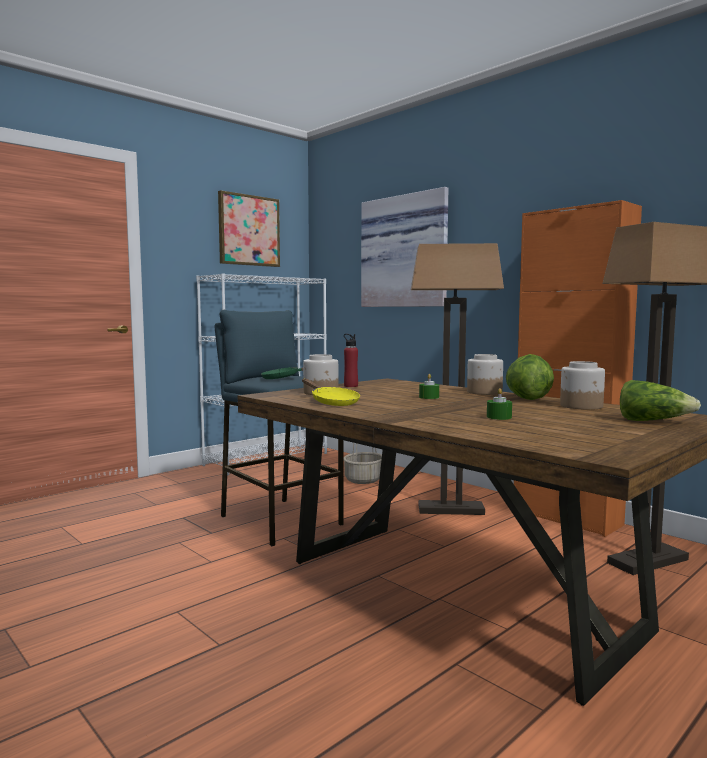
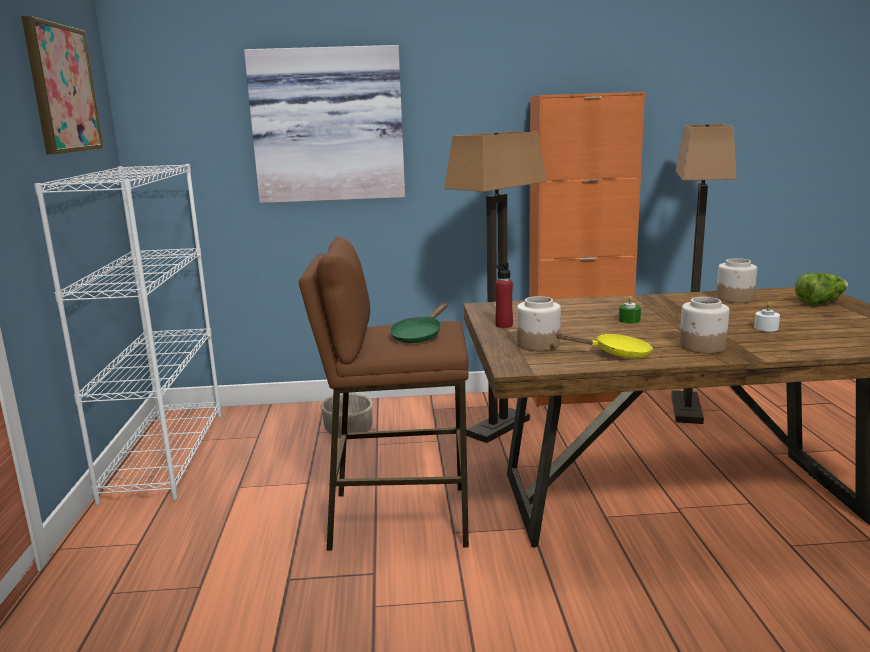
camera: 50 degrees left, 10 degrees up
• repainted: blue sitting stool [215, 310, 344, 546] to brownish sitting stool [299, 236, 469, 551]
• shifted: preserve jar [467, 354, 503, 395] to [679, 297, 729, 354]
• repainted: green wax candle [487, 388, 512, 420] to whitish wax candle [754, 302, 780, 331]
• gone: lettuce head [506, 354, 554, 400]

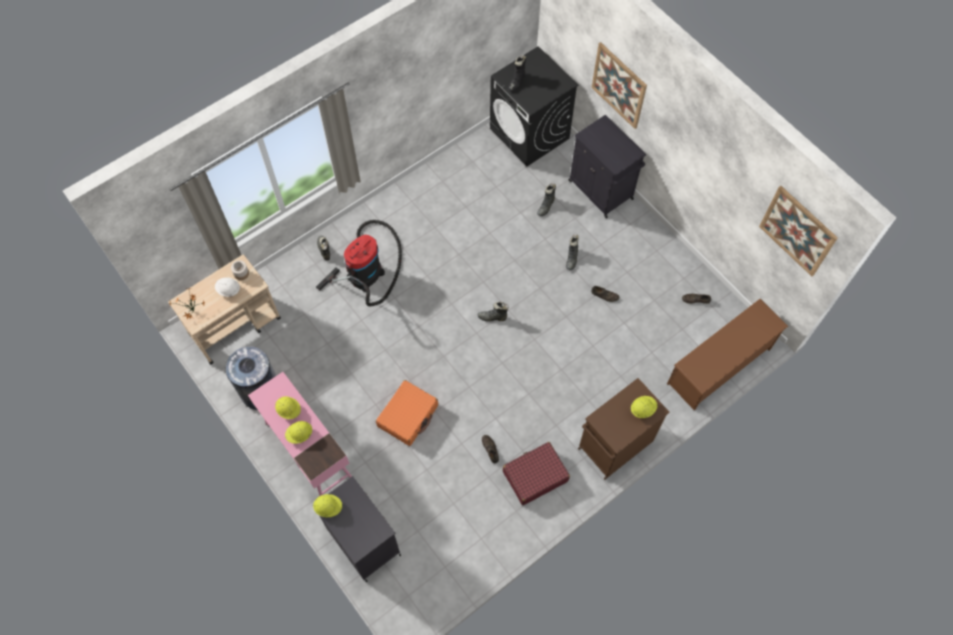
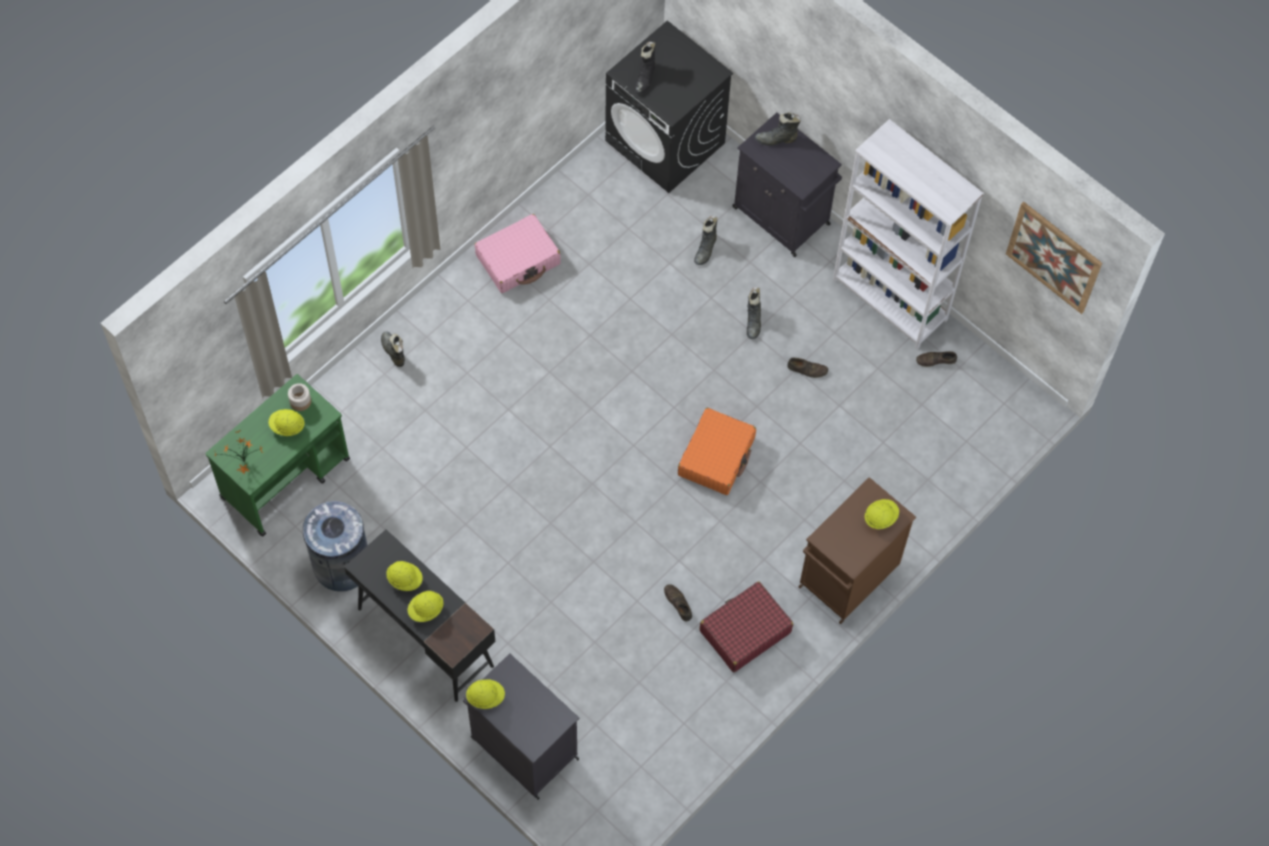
camera: 10 degrees left, 0 degrees up
• repainted: sand-coloured wheeled cart [168, 254, 281, 364] to green wheeled cart [206, 374, 350, 536]
• repainted: whitish work helmet [215, 277, 240, 297] to yellow-coloured work helmet [268, 409, 305, 436]
• repainted: pink desk unit [248, 372, 352, 496] to black-coloured desk unit [344, 529, 495, 702]
• new: pink piece of luggage [474, 214, 561, 293]
• shifted: orangey piece of luggage [376, 380, 438, 446] to [678, 408, 756, 495]
• shifted: black-coloured high-top boot [478, 302, 509, 322] to [755, 112, 801, 146]
• new: whitish shelving unit [833, 119, 984, 349]
• gone: hoover [316, 220, 402, 307]
• gone: picture [592, 42, 647, 129]
• gone: brownish shoe rack [667, 299, 788, 410]

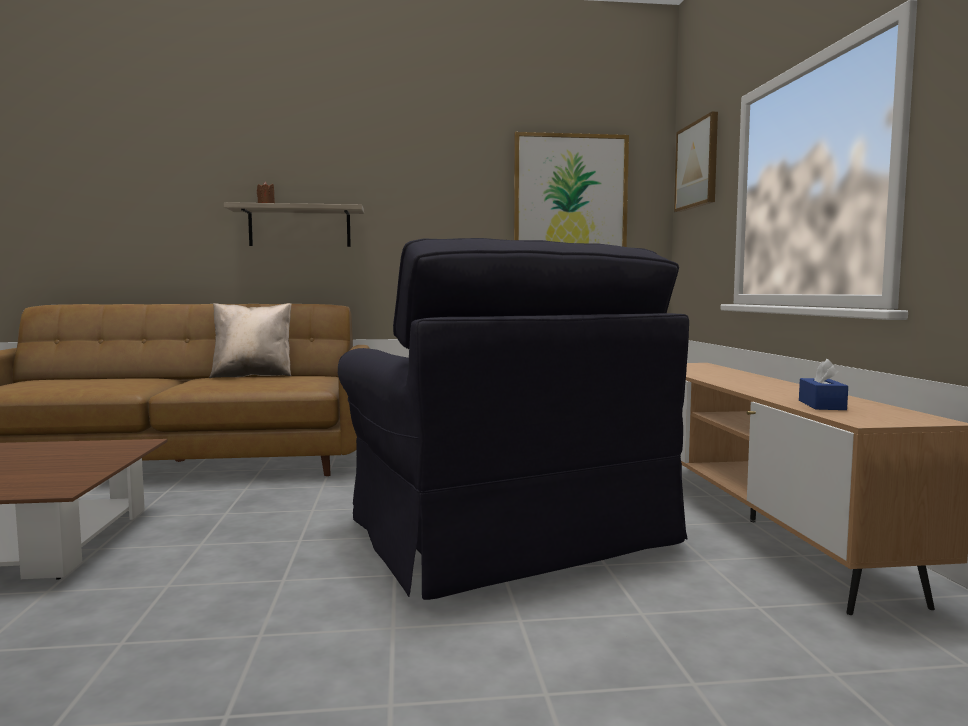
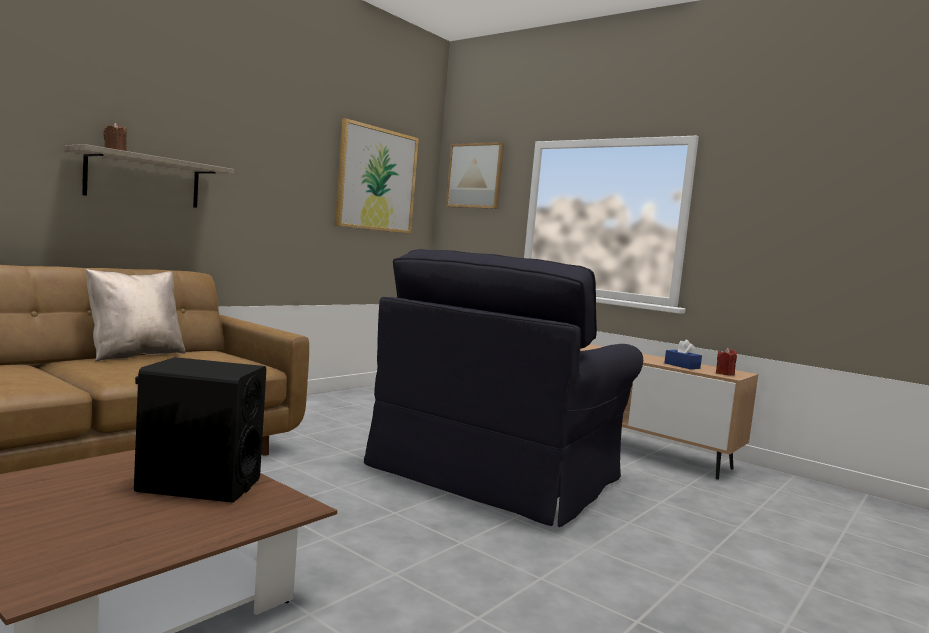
camera: 45 degrees left, 0 degrees up
• new: black-coloured audio speaker [134, 357, 266, 503]
• rotated: black-coloured easy chair [338, 238, 689, 600] = [364, 249, 643, 527] 105 degrees clockwise
• new: red-coloured wax candle [716, 348, 737, 375]

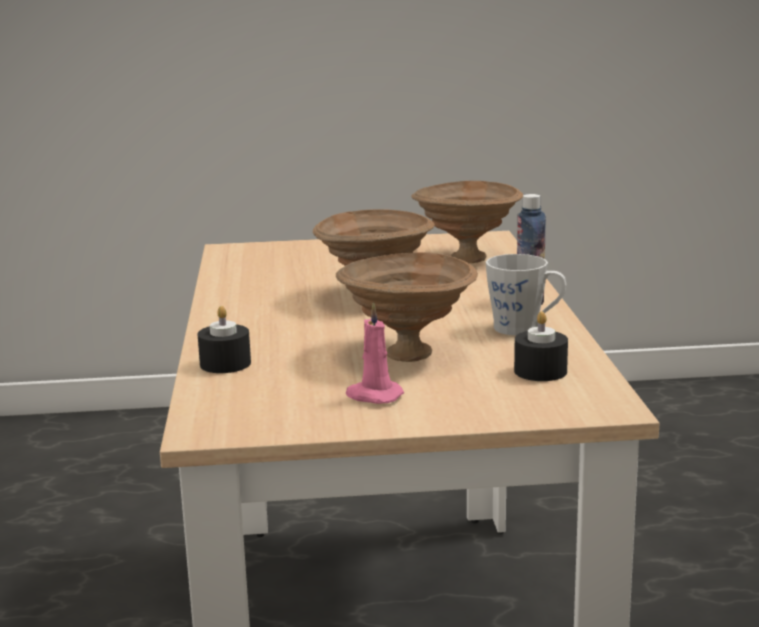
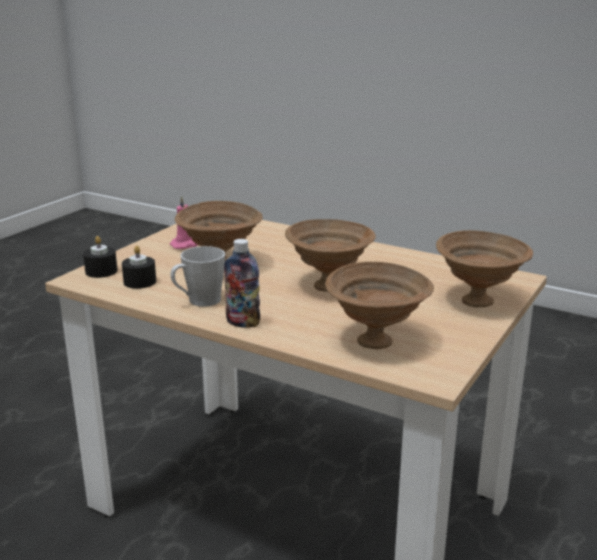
camera: 125 degrees right, 5 degrees up
• shifted: black-coloured wax candle [197, 306, 251, 373] to [83, 236, 117, 278]
• new: brownish bowl [436, 230, 533, 307]

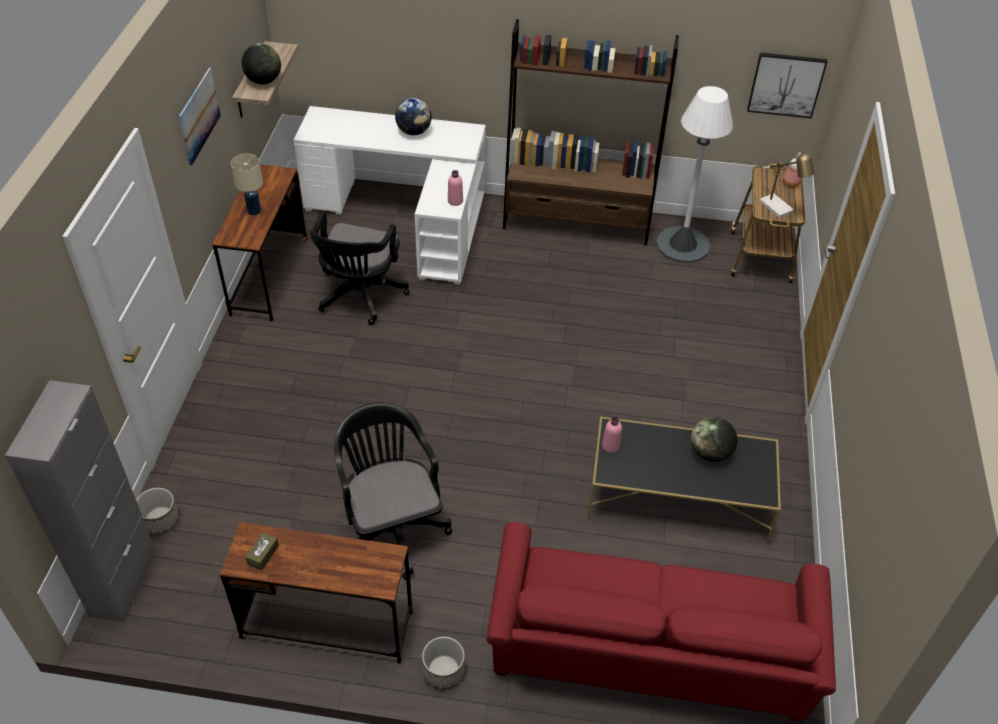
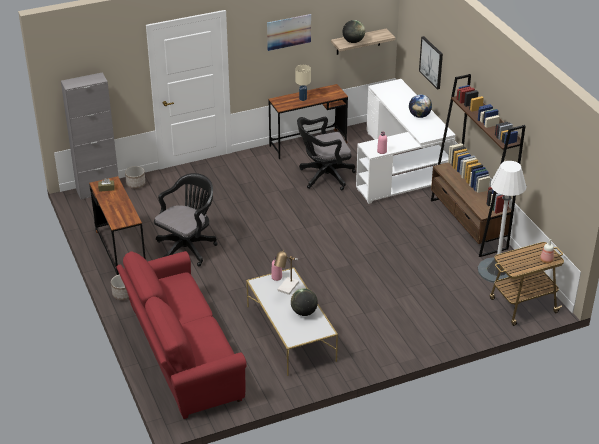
camera: 60 degrees right, 10 degrees down
• repainted: black-coloured coffee table [588, 417, 781, 544] to whitish coffee table [246, 267, 338, 376]
• shifted: lamp for a table [759, 151, 815, 218] to [274, 249, 299, 295]
• shifted: picture [747, 53, 828, 118] to [419, 36, 443, 89]

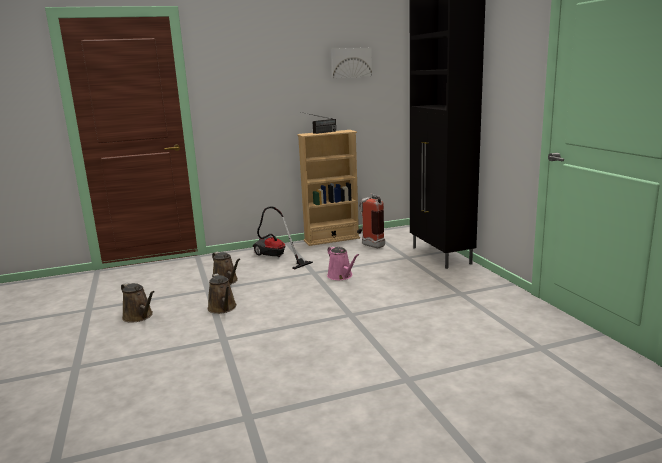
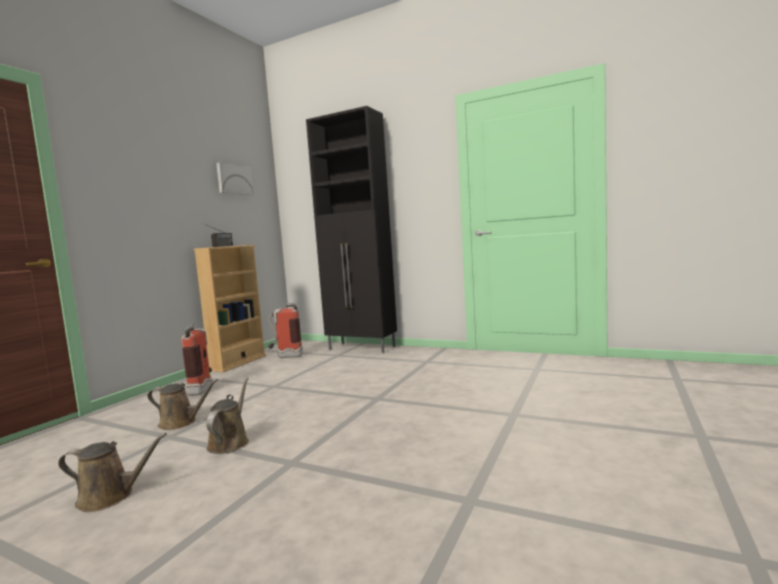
camera: 45 degrees left, 10 degrees down
• swapped: hoover [253, 206, 313, 269] to fire-fighting cylinder [181, 323, 212, 396]
• rotated: brownish watering can [208, 273, 237, 314] = [206, 378, 249, 454] 105 degrees counterclockwise
• gone: pink watering can [327, 246, 359, 280]

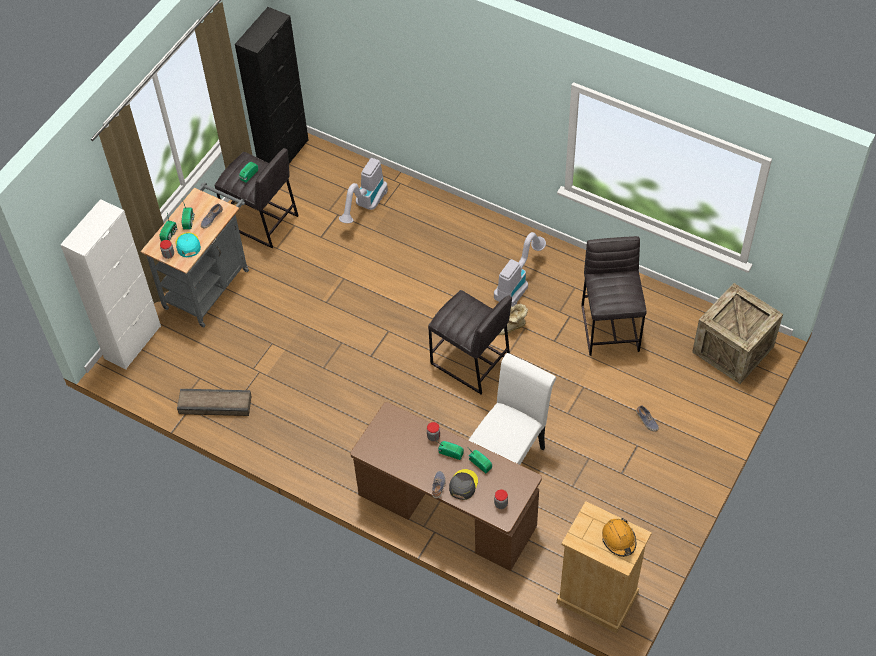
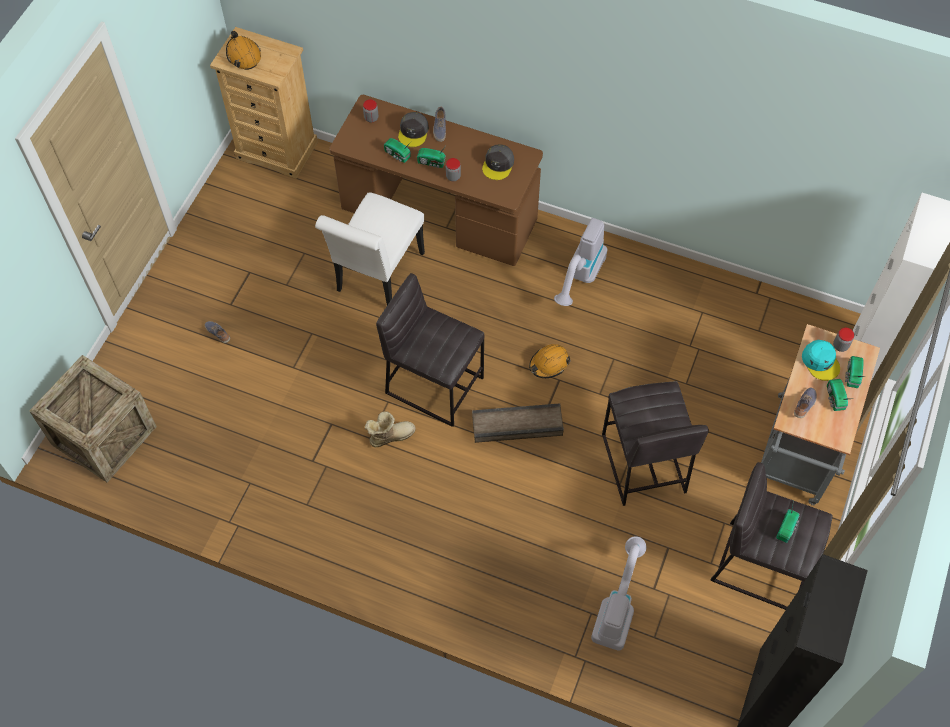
camera: 170 degrees right, 5 degrees up
• shifted: shipping crate [177, 389, 252, 416] to [472, 403, 564, 443]
• new: gray cap [482, 144, 514, 180]
• new: orangey work helmet [529, 344, 570, 378]
• shifted: hoover [494, 232, 546, 307] to [554, 218, 607, 306]
• shifted: gray sitting stool [581, 236, 647, 356] to [602, 381, 709, 506]

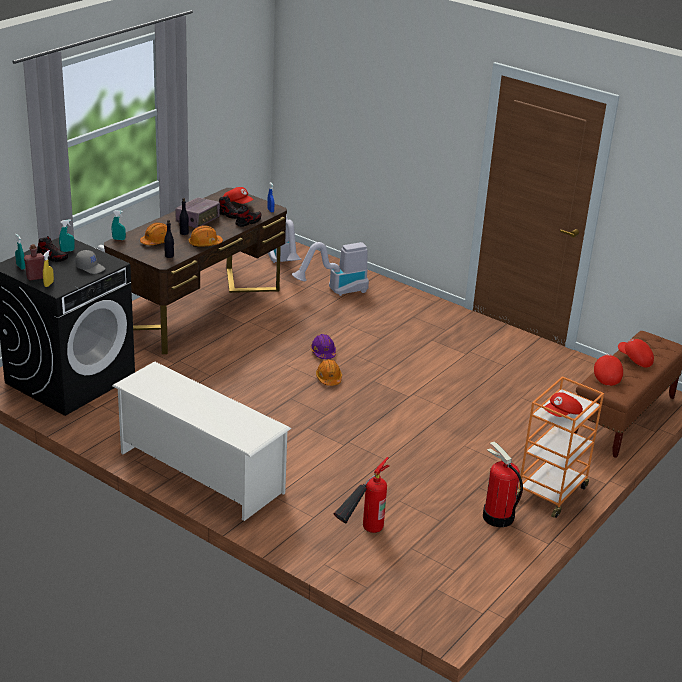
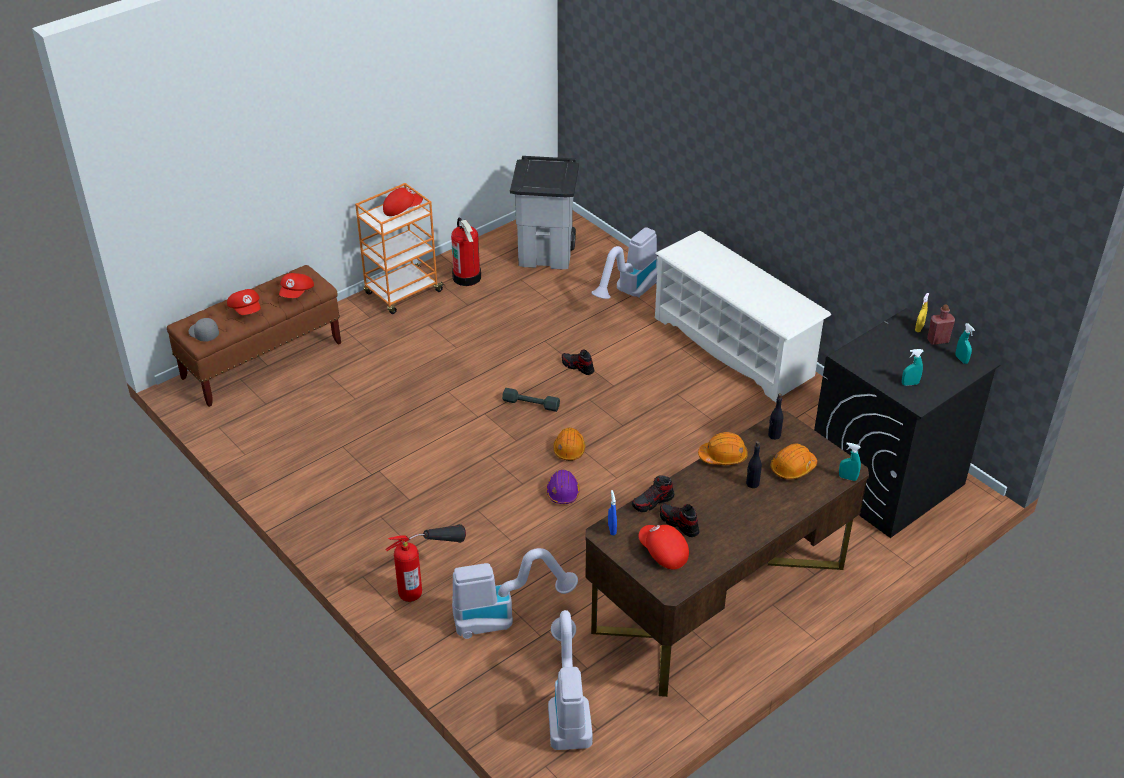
camera: 165 degrees left, 10 degrees up
• shifted: gray cap [75, 250, 105, 274] to [189, 318, 219, 342]
• shifted: fire-fighting cylinder [333, 457, 390, 533] to [385, 524, 466, 602]
• new: gray hand weight [502, 388, 560, 412]
• new: gray trash can [510, 156, 579, 269]
• shifted: shoe [37, 236, 68, 262] to [562, 350, 594, 375]
• new: hoover [591, 227, 658, 299]
• gone: radio [176, 197, 220, 228]

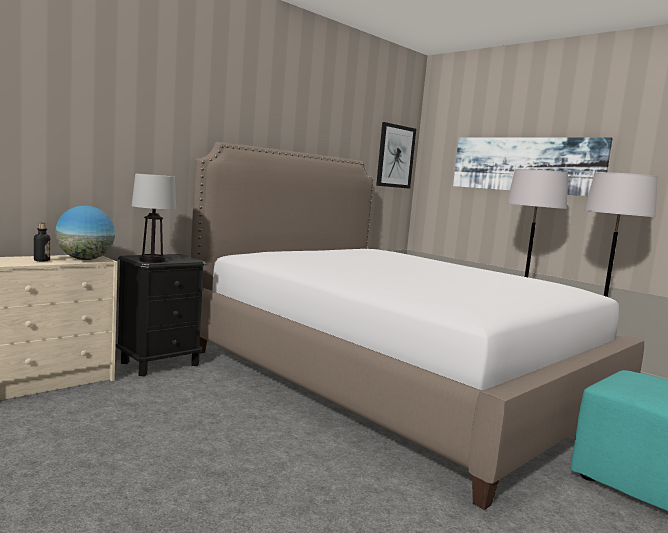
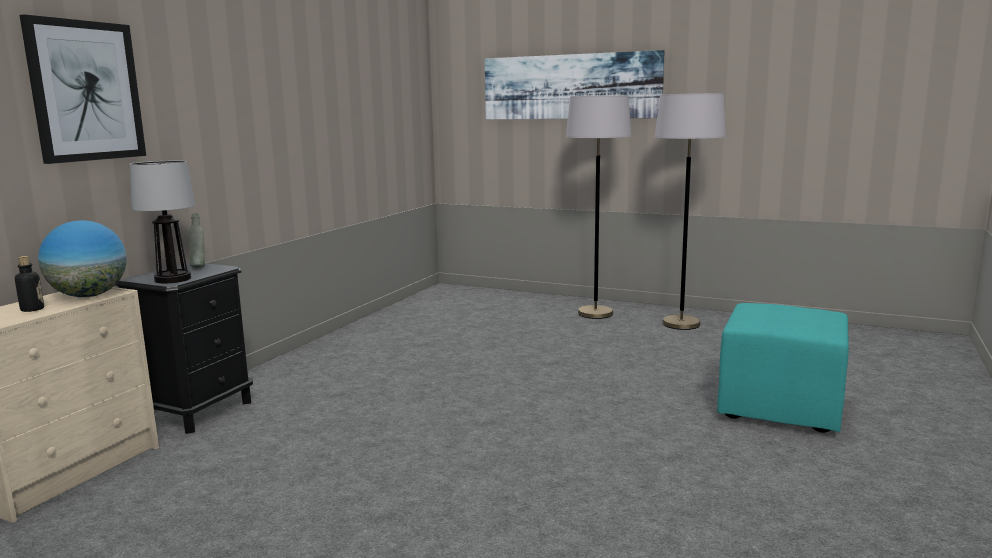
camera: 20 degrees left, 5 degrees up
• shifted: picture [376, 122, 416, 189] to [20, 14, 146, 164]
• new: gray bottle [188, 213, 205, 268]
• gone: bed [191, 142, 644, 510]

